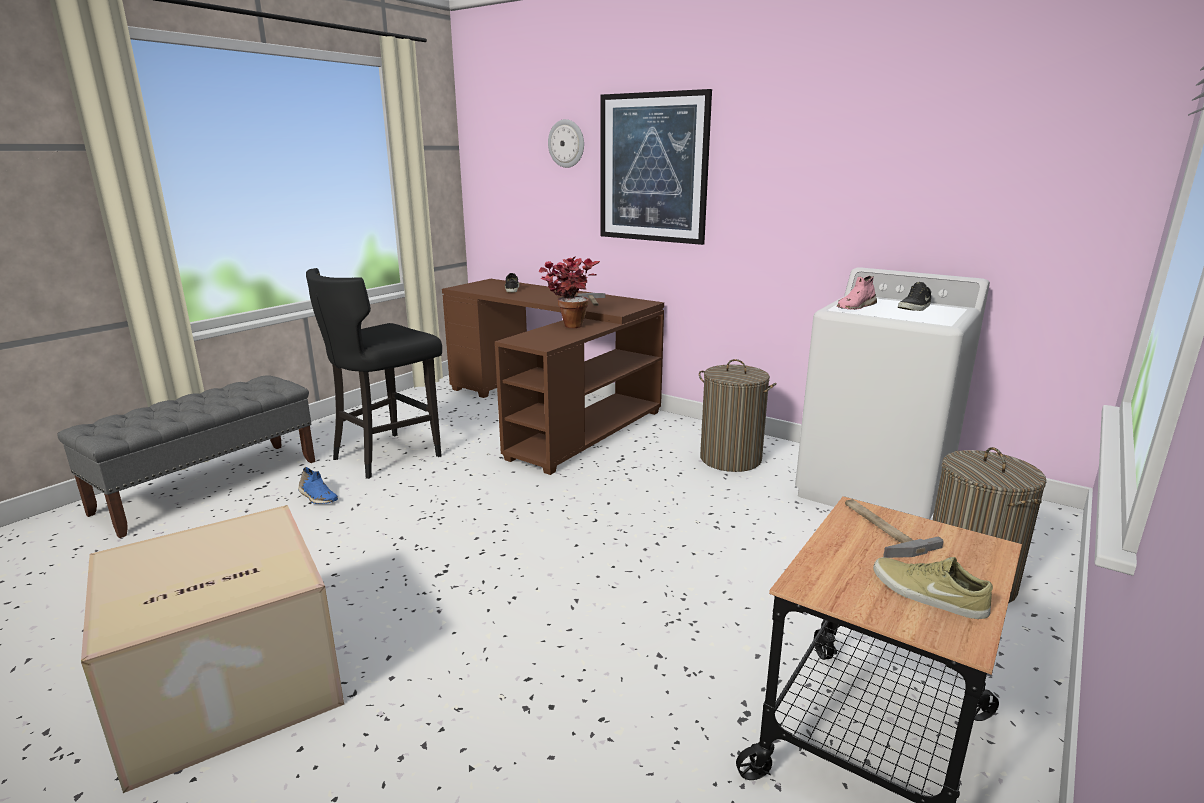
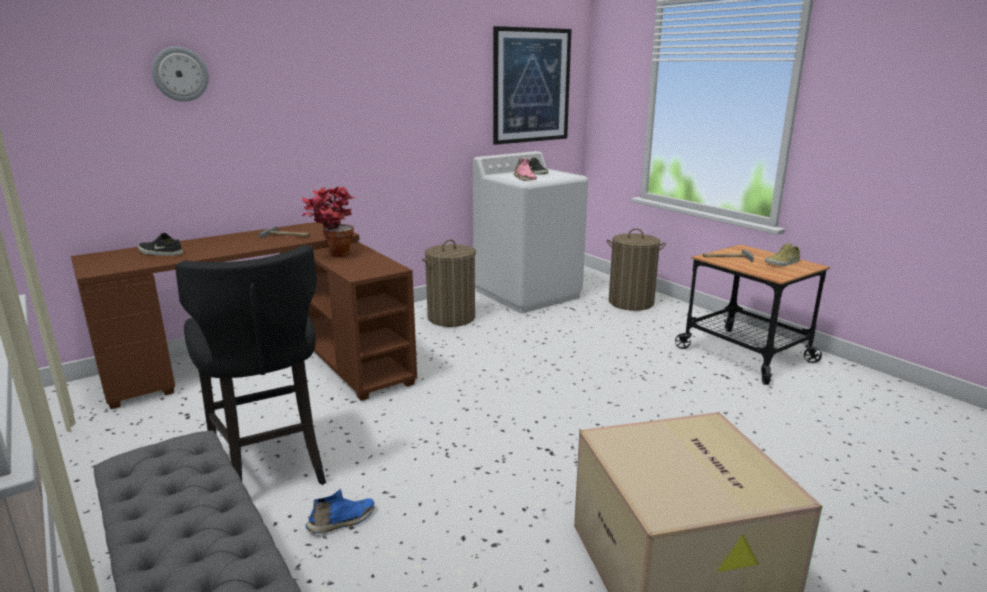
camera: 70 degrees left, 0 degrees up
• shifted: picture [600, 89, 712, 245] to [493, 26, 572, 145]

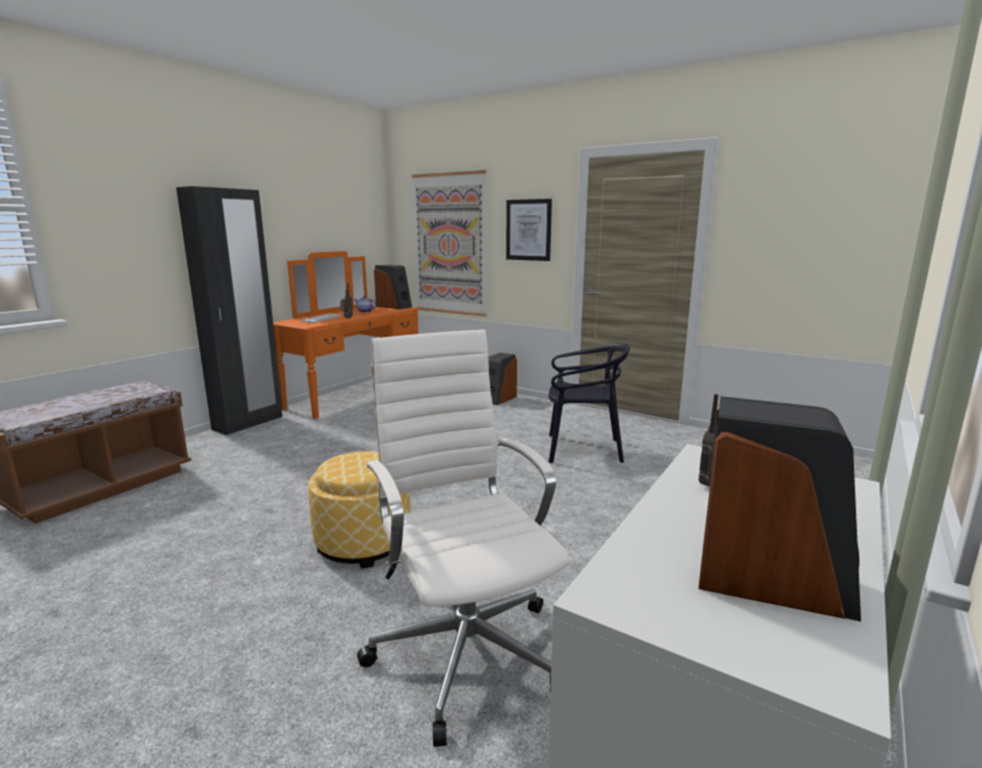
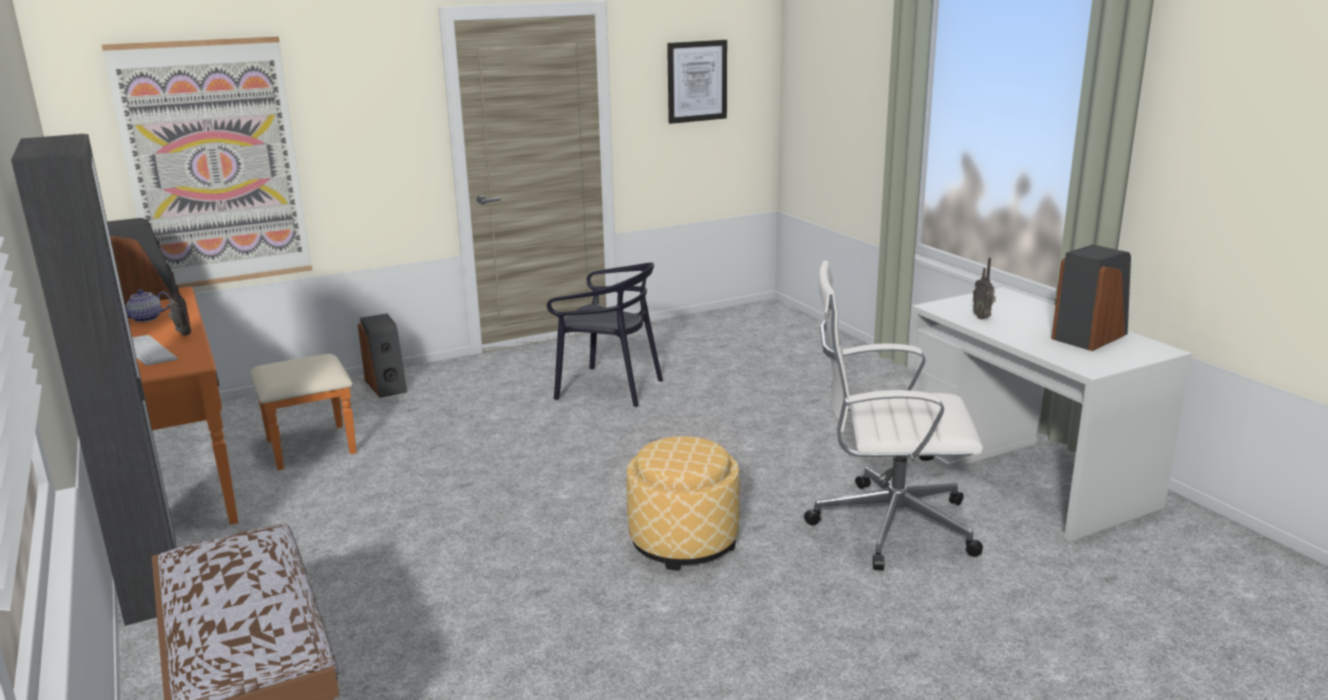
camera: 60 degrees left, 5 degrees up
• rotated: black-coloured plain chair [549, 343, 630, 463] = [547, 263, 663, 407] 75 degrees clockwise
• shifted: picture [506, 199, 552, 261] to [667, 40, 727, 124]

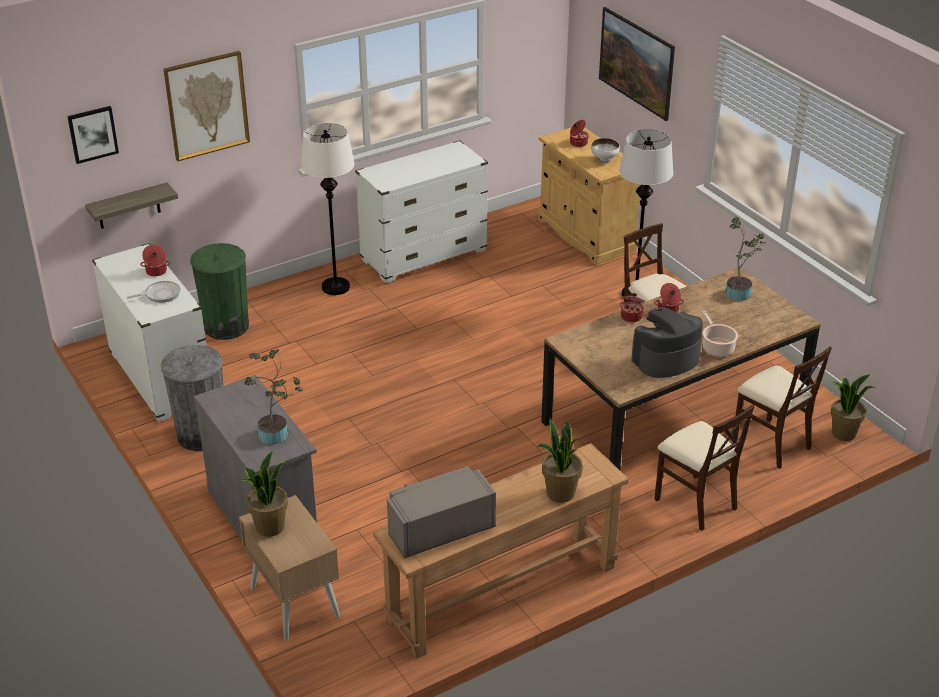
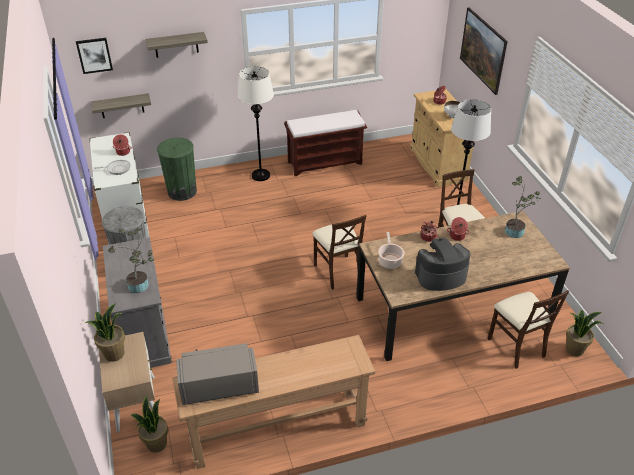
camera: 15 degrees right, 5 degrees up
• shifted: houseplant [537, 418, 583, 503] to [131, 396, 168, 453]
• swapped: picture [163, 51, 250, 161] to bracket shelf [145, 32, 208, 58]
• swapped: whitish drawer chest [355, 140, 488, 283] to brownish bench [284, 110, 367, 176]
• shifted: sand-coloured plain chair [654, 404, 755, 531] to [312, 215, 366, 290]
• shifted: saucepot [702, 311, 738, 357] to [378, 232, 404, 269]

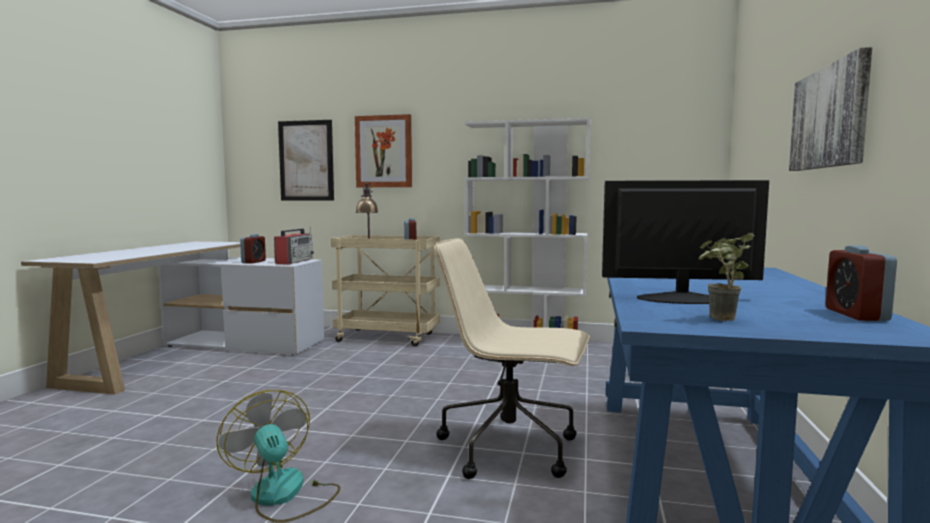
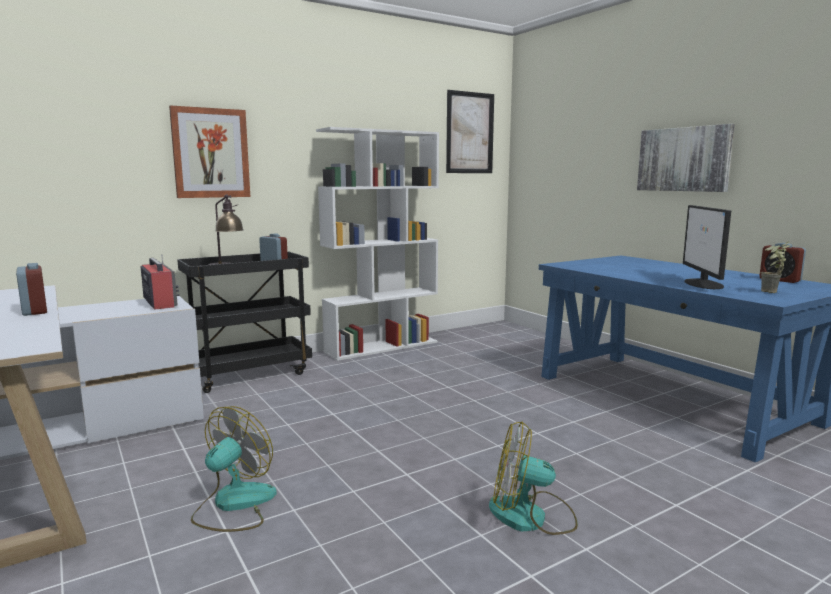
camera: 45 degrees left, 5 degrees up
• shifted: bedside clock [240, 234, 266, 264] to [16, 263, 47, 316]
• repainted: sand-coloured wheeled cart [331, 235, 440, 347] to black-coloured wheeled cart [177, 251, 312, 393]
• new: electric fan [191, 406, 277, 532]
• shifted: picture [278, 120, 334, 201] to [446, 90, 494, 173]
• rotated: computer screen [602, 180, 769, 304] = [683, 205, 731, 289] 45 degrees counterclockwise
• gone: sand-coloured desk chair [434, 238, 590, 479]

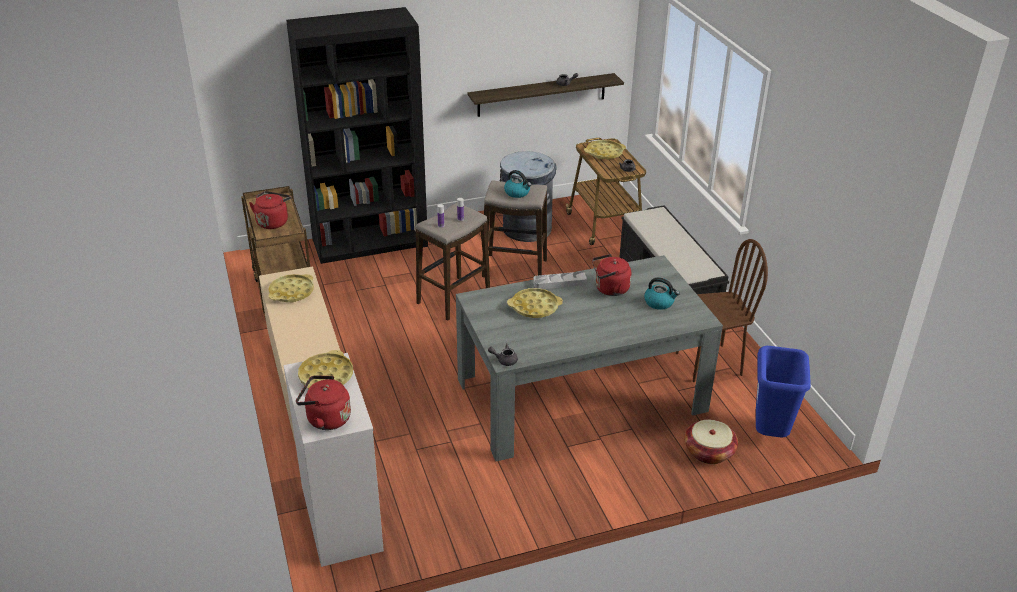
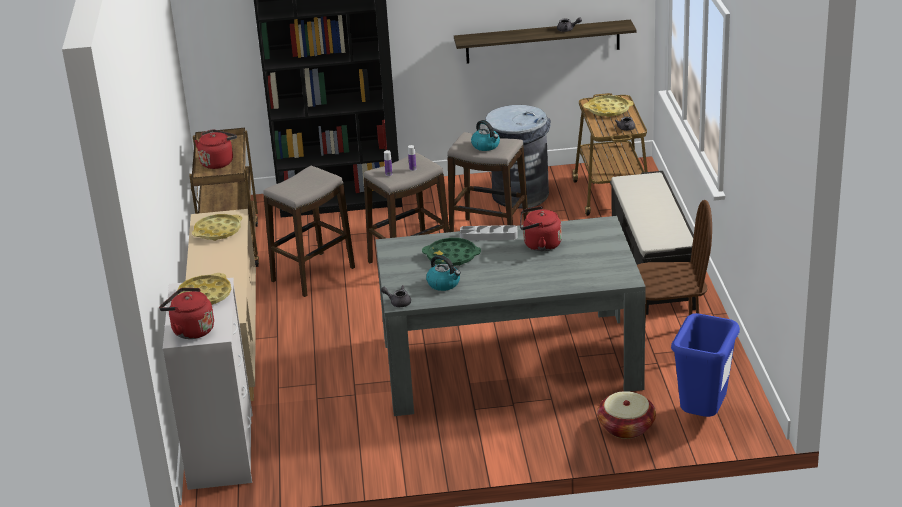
camera: 15 degrees right, 5 degrees down
• new: sitting stool [264, 166, 355, 297]
• repainted: yellow-coloured tray [507, 288, 563, 318] to green tray [422, 238, 481, 266]
• shifted: water kettle [644, 277, 680, 310] to [426, 255, 461, 291]

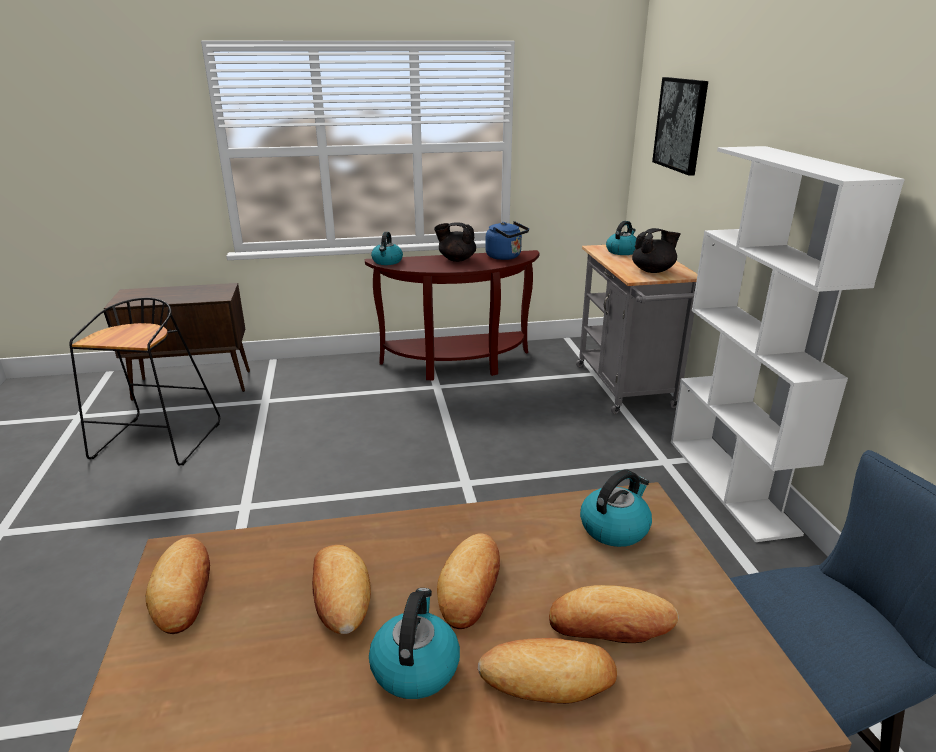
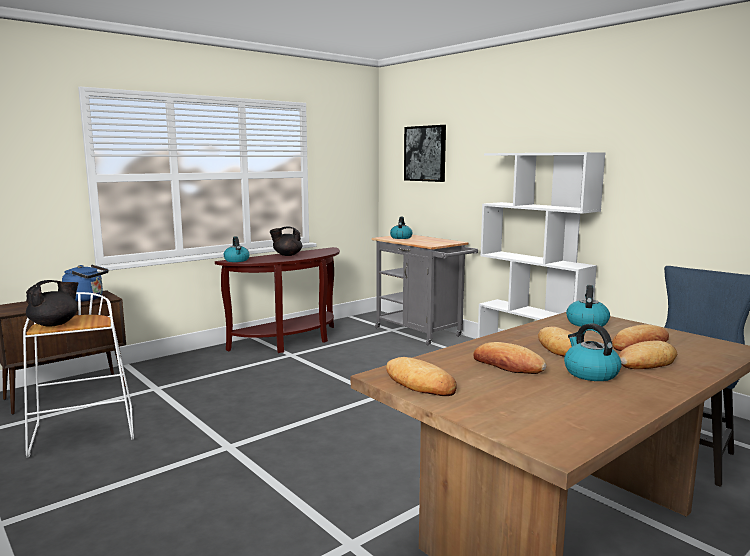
camera: 30 degrees left, 15 degrees down
• repainted: black-coloured sitting stool [69, 298, 220, 466] to whitish sitting stool [23, 292, 134, 457]
• shifted: black-coloured tea pot [632, 228, 681, 273] to [26, 280, 78, 326]
• shifted: blue water kettle [485, 221, 529, 260] to [62, 265, 109, 302]

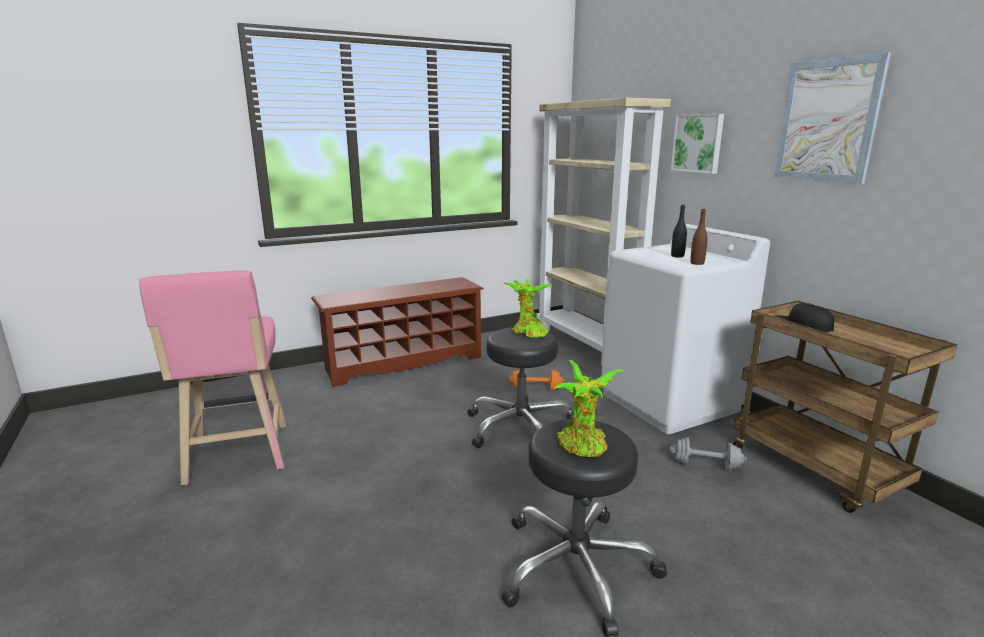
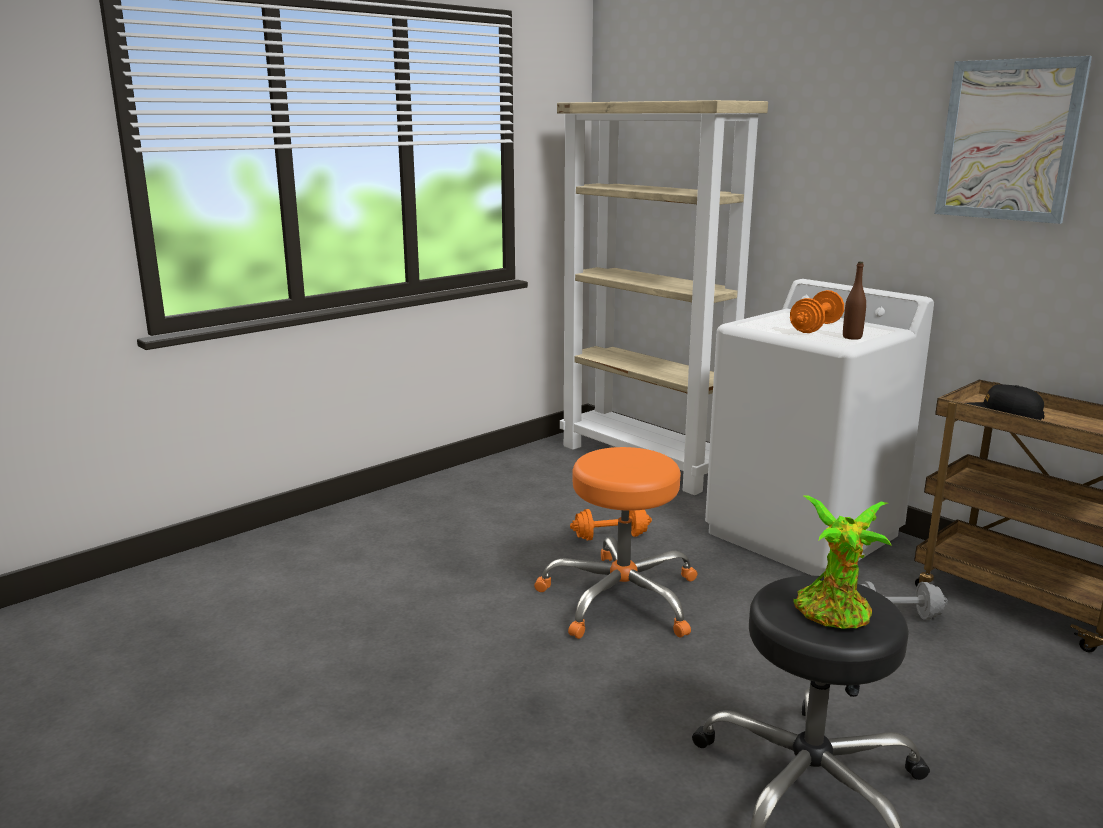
camera: 15 degrees left, 0 degrees up
• repainted: black-coloured sitting stool [467, 327, 574, 448] to orangey sitting stool [534, 447, 698, 639]
• swapped: black-coloured bottle [671, 204, 687, 258] to orangey hand weight [790, 290, 844, 333]
• gone: pink sitting stool [139, 270, 287, 485]
• gone: brownish shoe rack [311, 277, 484, 387]
• gone: houseplant [503, 279, 552, 338]
• gone: picture [671, 114, 724, 174]

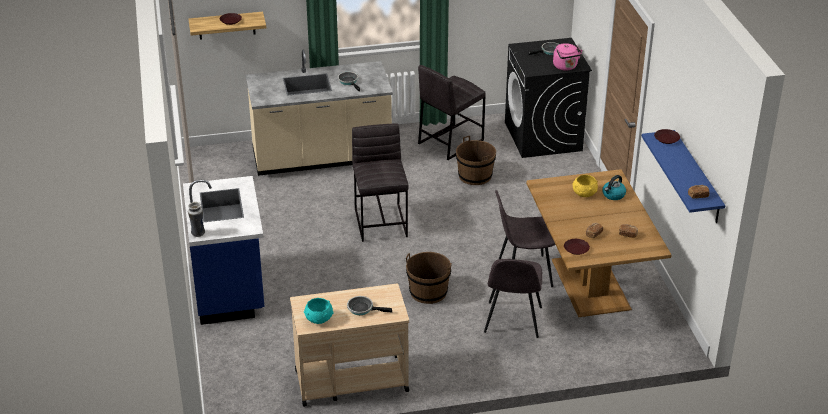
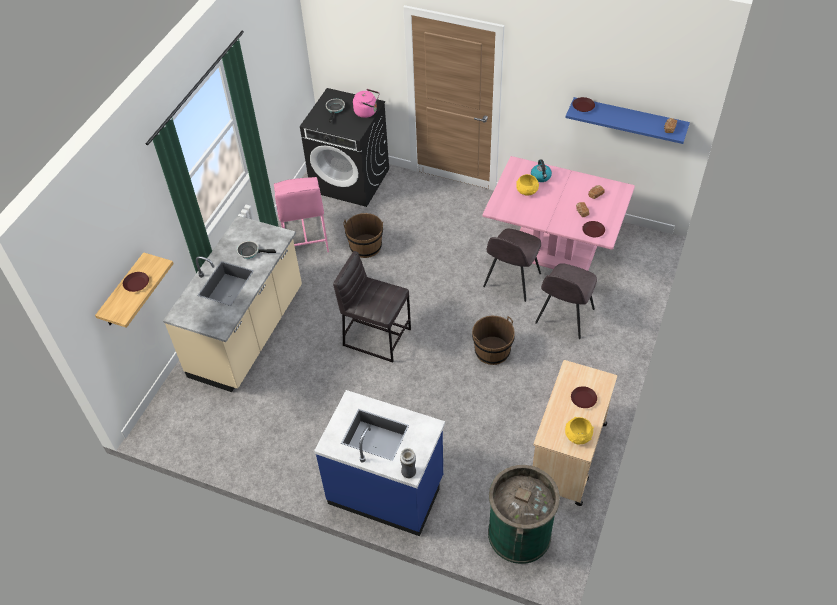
camera: 55 degrees left, 15 degrees up
• repainted: gray sitting stool [418, 65, 486, 160] to pink sitting stool [274, 177, 329, 252]
• repainted: brownish dinner table [526, 169, 672, 317] to pink dinner table [482, 156, 635, 271]
• new: green trash can [488, 465, 560, 564]
• rotated: gray plain chair [484, 259, 542, 338] = [535, 263, 597, 339] 75 degrees clockwise
• repainted: turquoise-coloured bowl [304, 298, 334, 324] to yellow-coloured bowl [565, 417, 594, 445]
• swapped: skillet [347, 296, 392, 315] to brownish plate [571, 386, 597, 408]

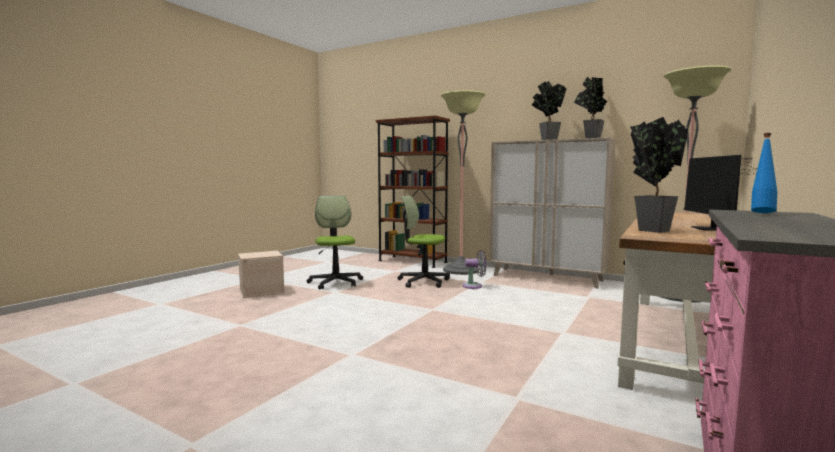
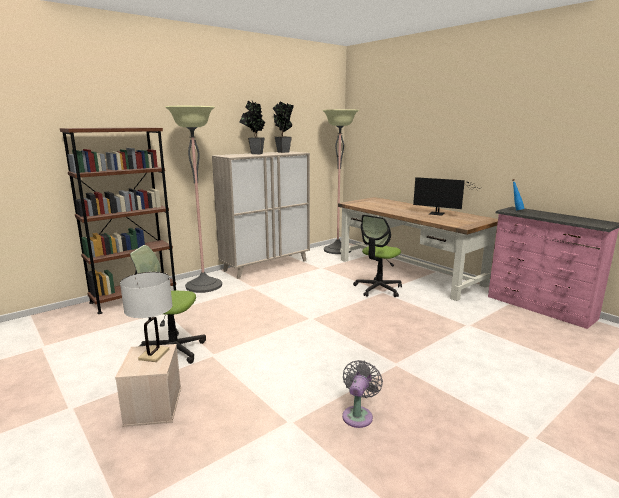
camera: 70 degrees left, 10 degrees up
• new: whitish lamp for a table [120, 272, 173, 362]
• shifted: gray electric fan [462, 250, 486, 289] to [342, 360, 383, 428]
• shifted: desk chair [397, 196, 450, 288] to [353, 215, 402, 297]
• gone: houseplant [630, 117, 689, 233]

